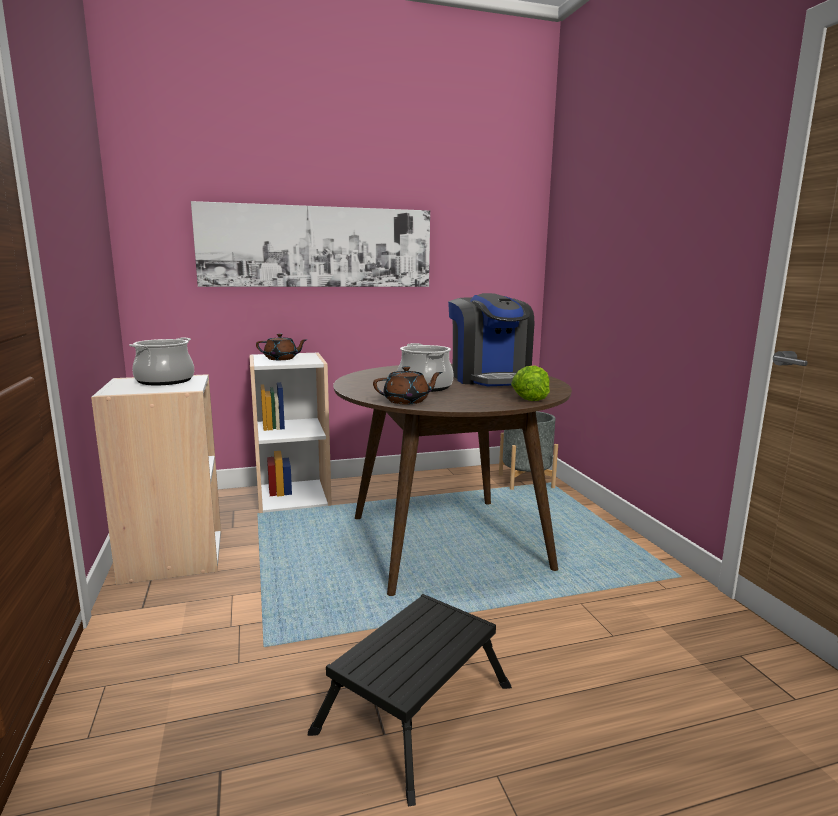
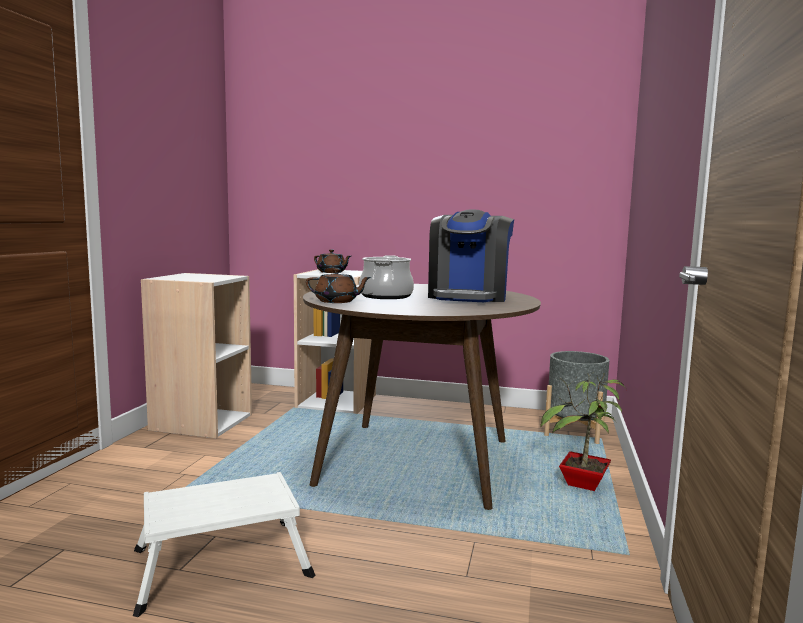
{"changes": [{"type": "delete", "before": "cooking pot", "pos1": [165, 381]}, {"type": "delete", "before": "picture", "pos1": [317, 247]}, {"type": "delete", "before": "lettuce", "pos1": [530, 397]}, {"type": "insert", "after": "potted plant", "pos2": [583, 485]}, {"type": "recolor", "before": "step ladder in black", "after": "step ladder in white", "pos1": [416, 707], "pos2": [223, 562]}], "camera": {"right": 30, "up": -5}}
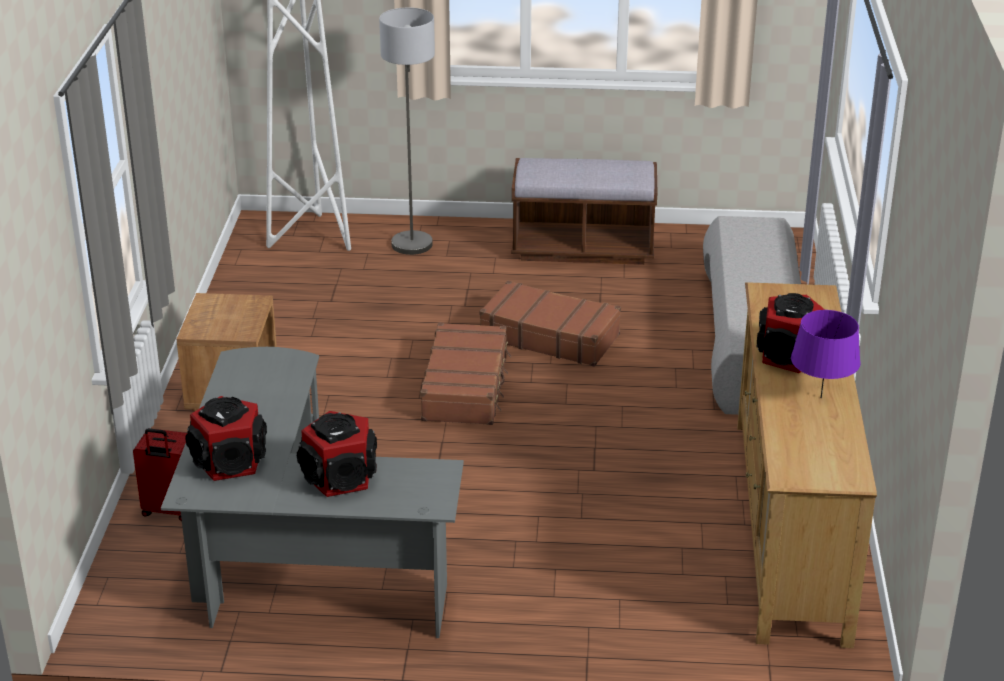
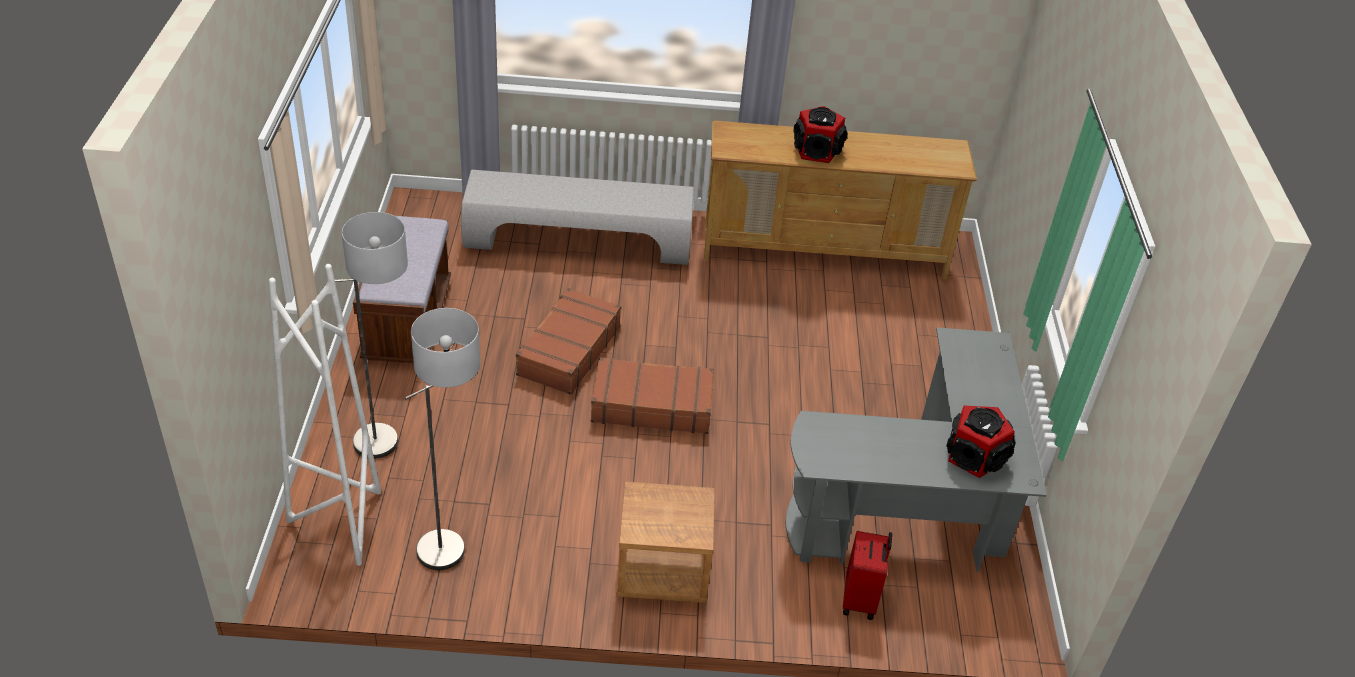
{"changes": [{"type": "delete", "before": "speaker", "pos1": [341, 477]}, {"type": "delete", "before": "table lamp in purple", "pos1": [821, 398]}, {"type": "insert", "after": "floor lamp in grey", "pos2": [453, 544]}], "camera": {"right": -95, "up": 10}}
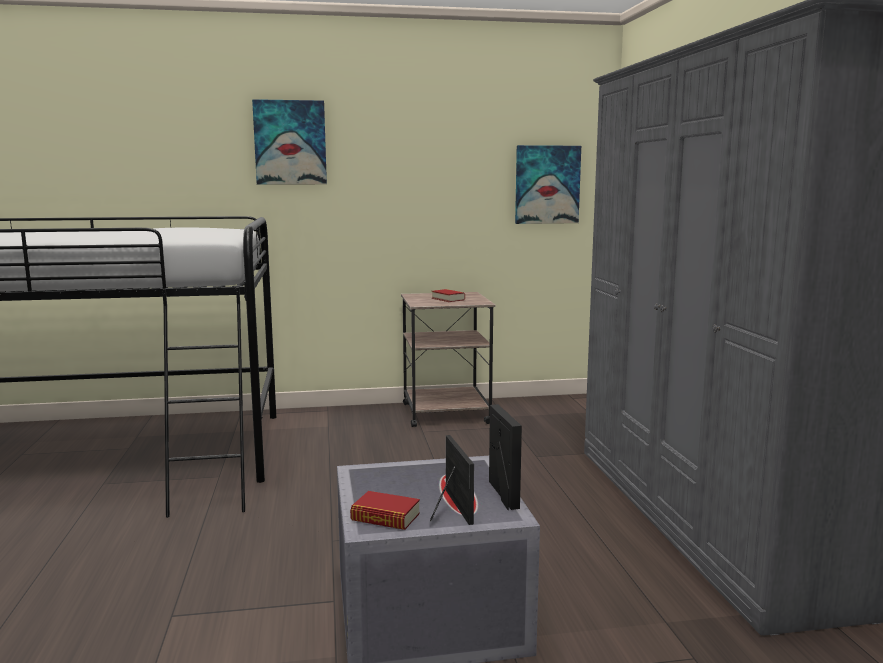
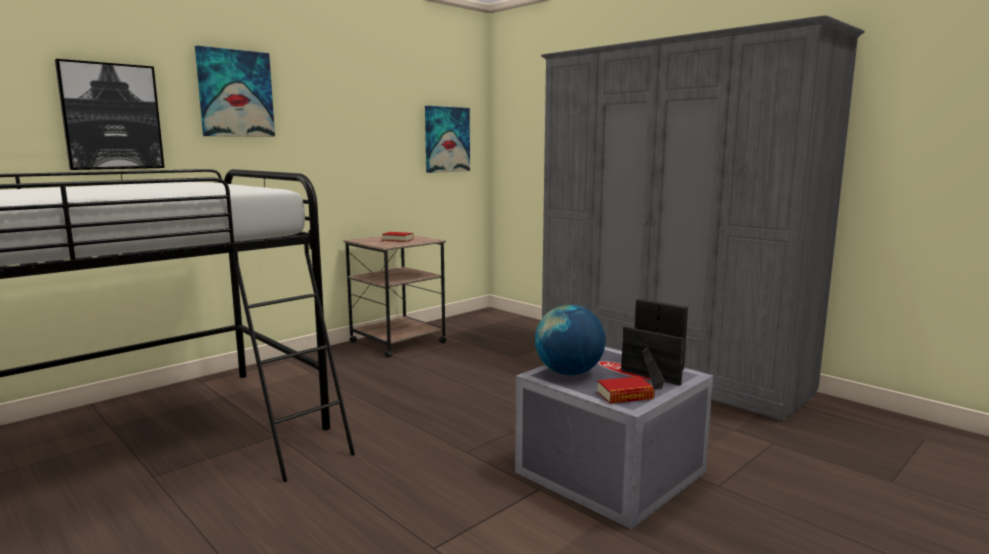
{"changes": [{"type": "insert", "after": "picture", "pos2": [111, 117]}, {"type": "insert", "after": "globe", "pos2": [568, 373]}], "camera": {"right": -35, "up": 0}}
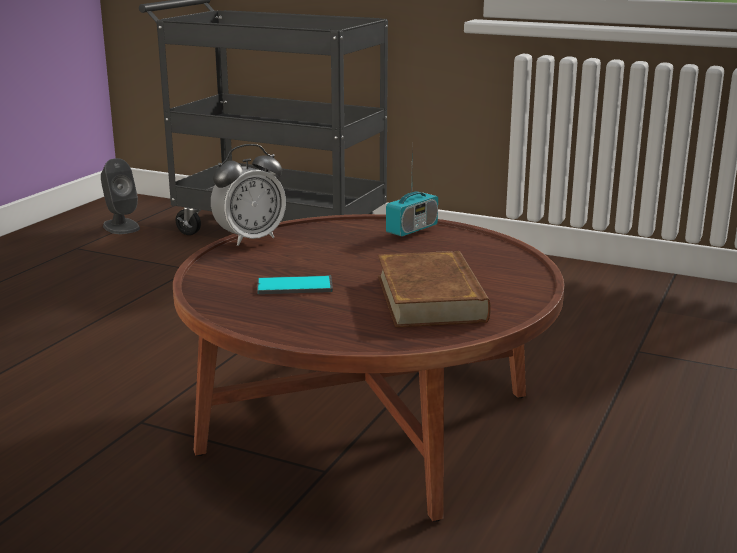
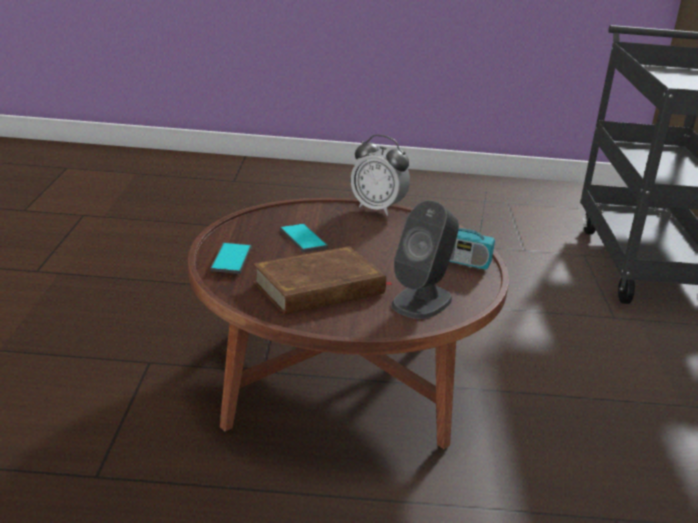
{"changes": [{"type": "insert", "after": "phone", "pos2": [231, 259]}, {"type": "move", "before": "speaker in grey", "pos1": [121, 226], "pos2": [422, 301]}], "camera": {"right": 65, "up": 5}}
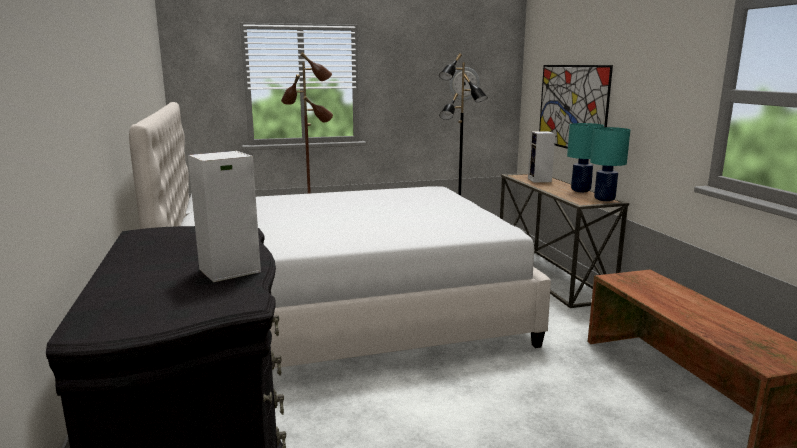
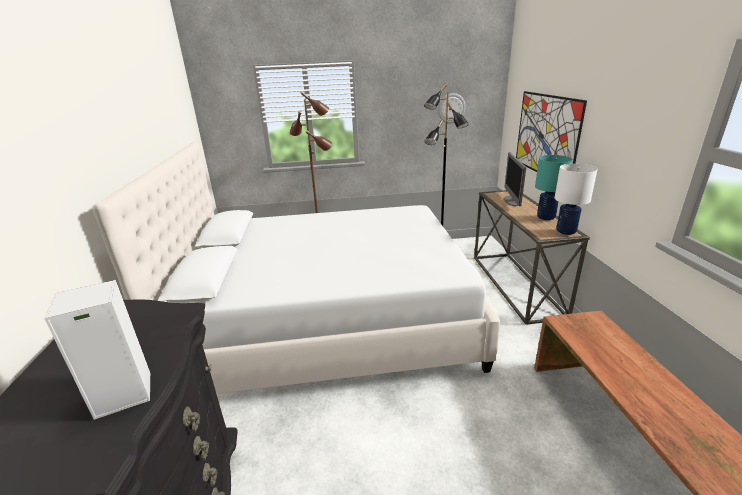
{"changes": [{"type": "replace", "before": "speaker", "after": "monitor", "pos1": [540, 180], "pos2": [512, 201]}, {"type": "recolor", "before": "table lamp in turquoise", "after": "table lamp in white", "pos1": [604, 200], "pos2": [565, 232]}], "camera": {"right": 10, "up": 10}}
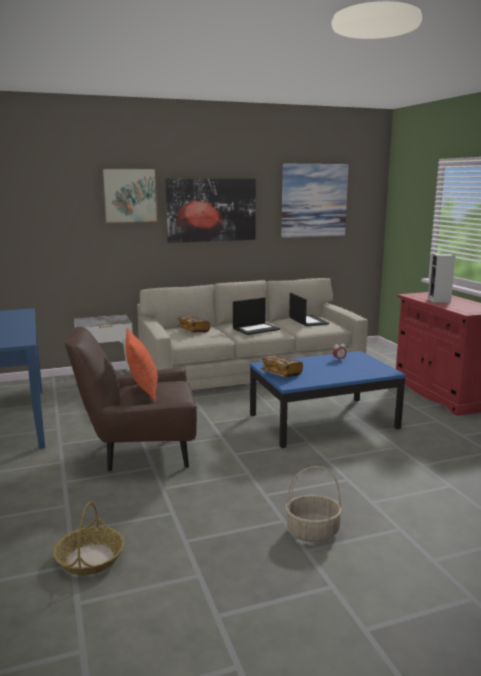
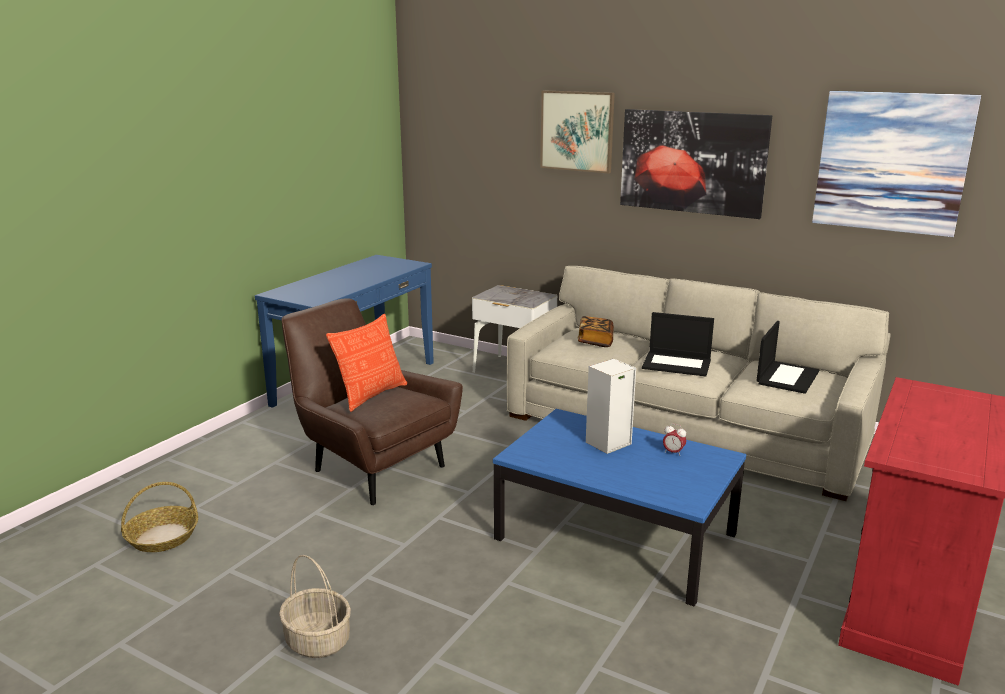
{"changes": [{"type": "delete", "before": "book", "pos1": [281, 374]}, {"type": "move", "before": "speaker", "pos1": [439, 300], "pos2": [607, 444]}], "camera": {"right": 50, "up": 5}}
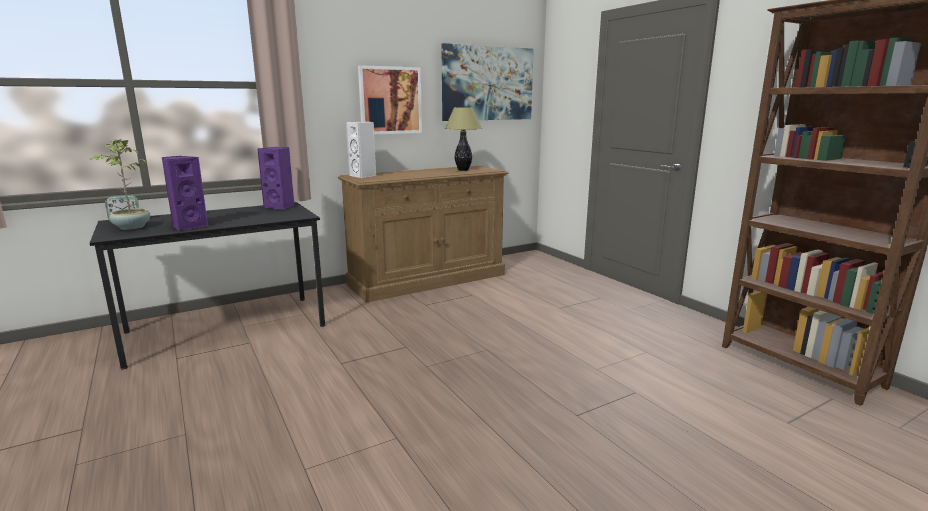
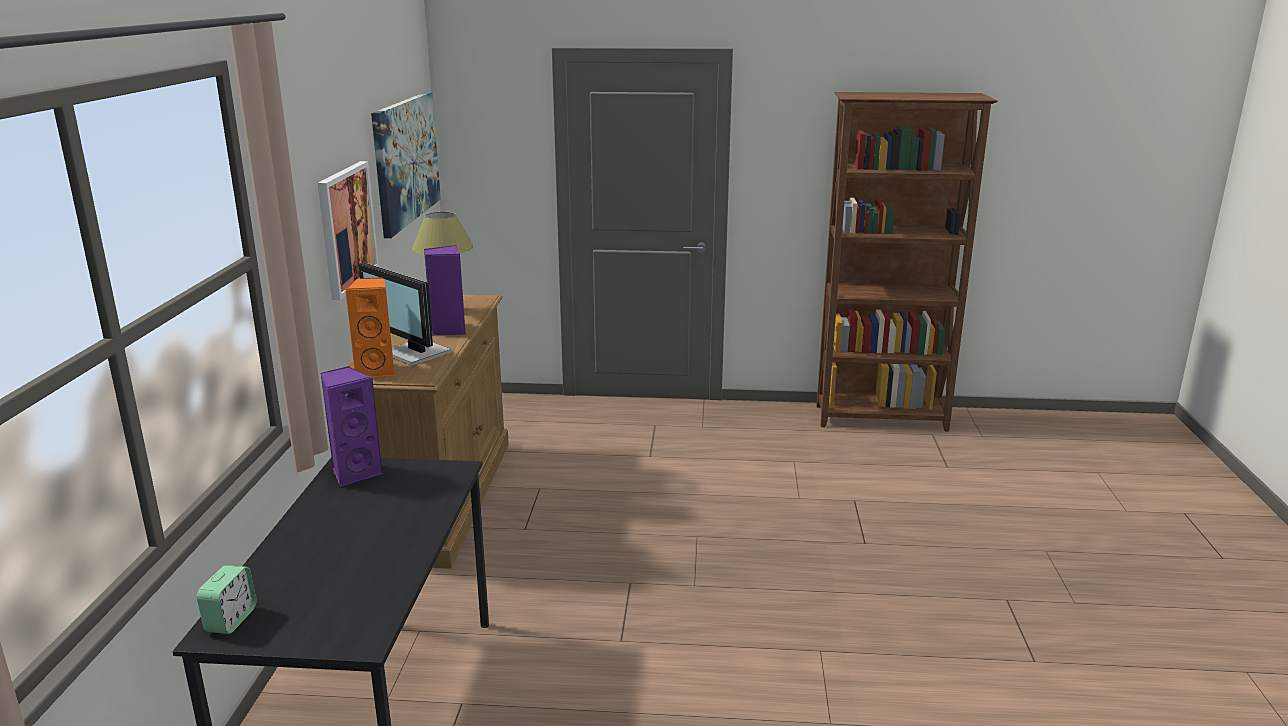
{"changes": [{"type": "delete", "before": "potted plant", "pos1": [131, 227]}, {"type": "insert", "after": "monitor", "pos2": [415, 354]}, {"type": "move", "before": "speaker in purple", "pos1": [188, 226], "pos2": [448, 330]}, {"type": "recolor", "before": "speaker in white", "after": "speaker in orange", "pos1": [363, 176], "pos2": [377, 371]}], "camera": {"right": -55, "up": 5}}
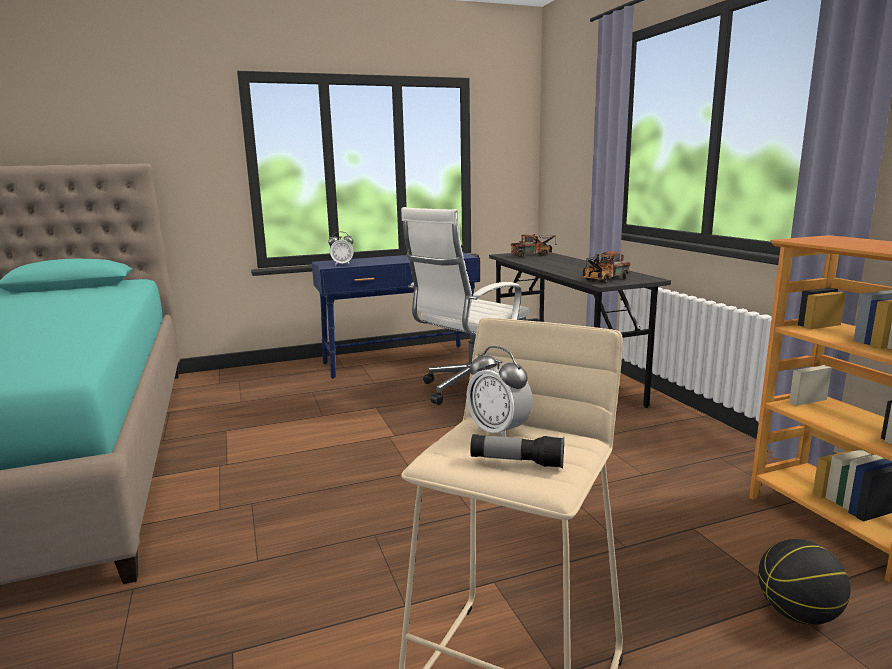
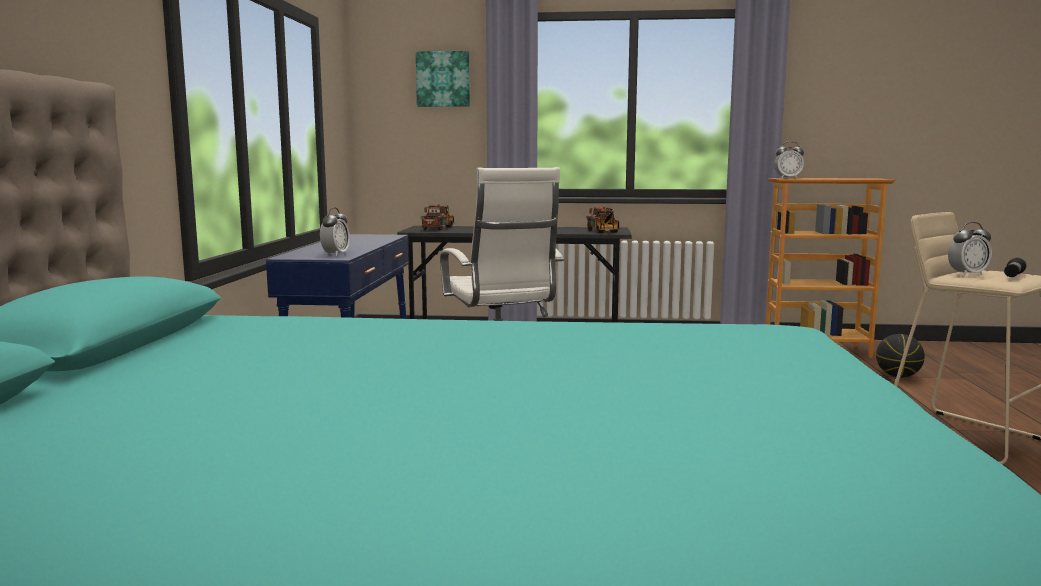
{"changes": [{"type": "insert", "after": "picture", "pos2": [443, 79]}, {"type": "insert", "after": "alarm clock", "pos2": [788, 178]}], "camera": {"right": -65, "up": -5}}
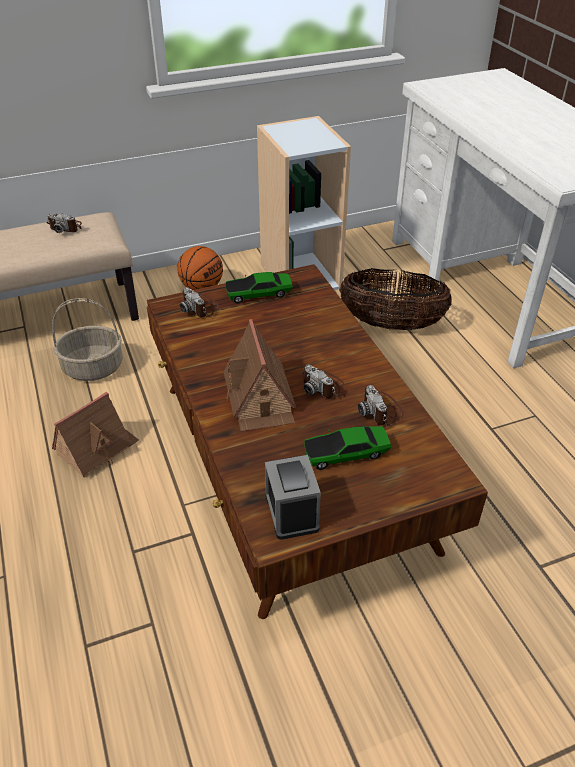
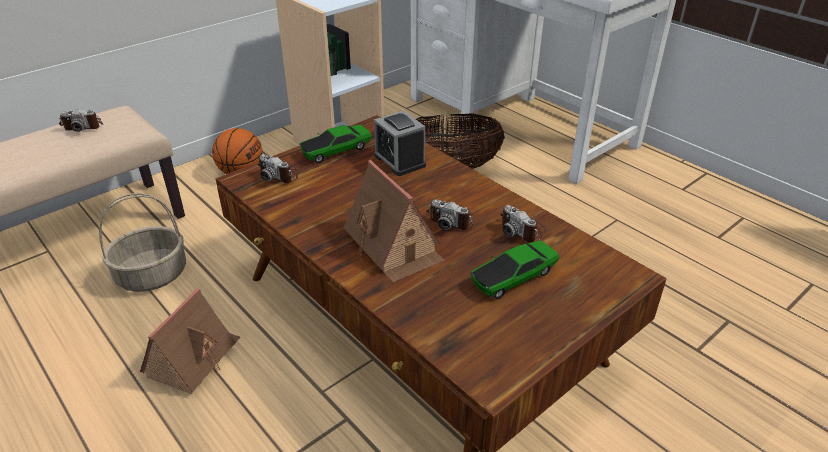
{"changes": [{"type": "move", "before": "alarm clock", "pos1": [291, 512], "pos2": [399, 160]}], "camera": {"right": -20, "up": -5}}
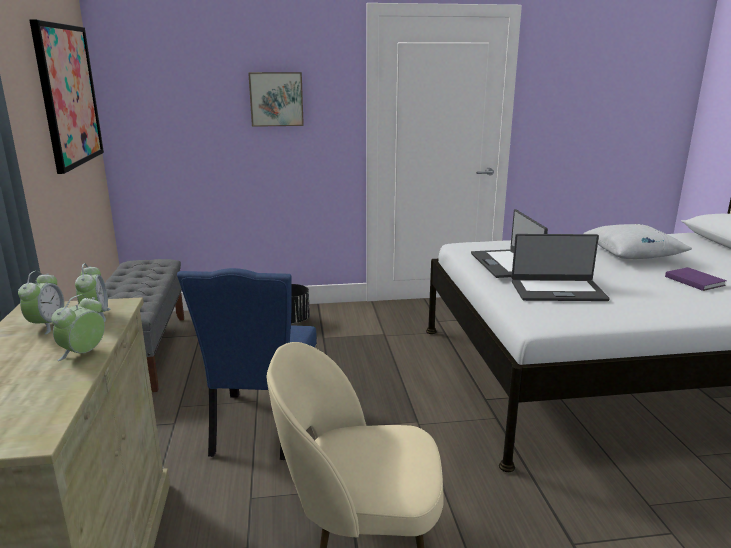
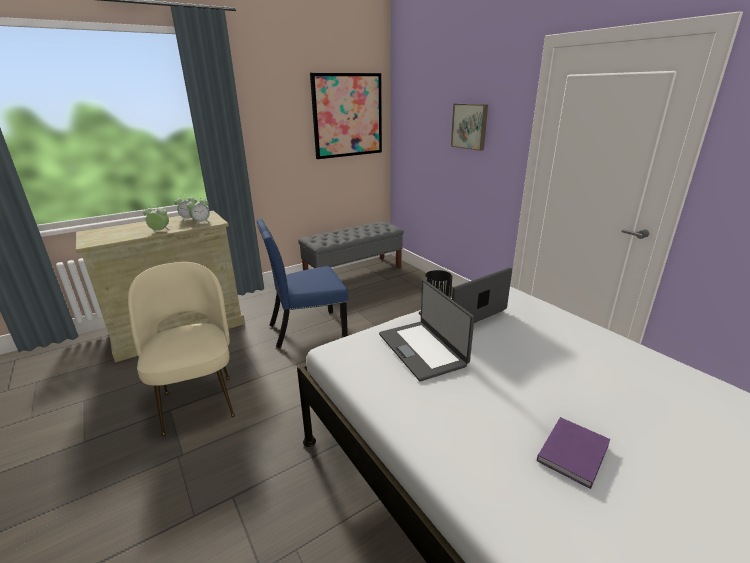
{"changes": [{"type": "delete", "before": "pillow in grey", "pos1": [632, 254]}], "camera": {"right": 65, "up": 5}}
